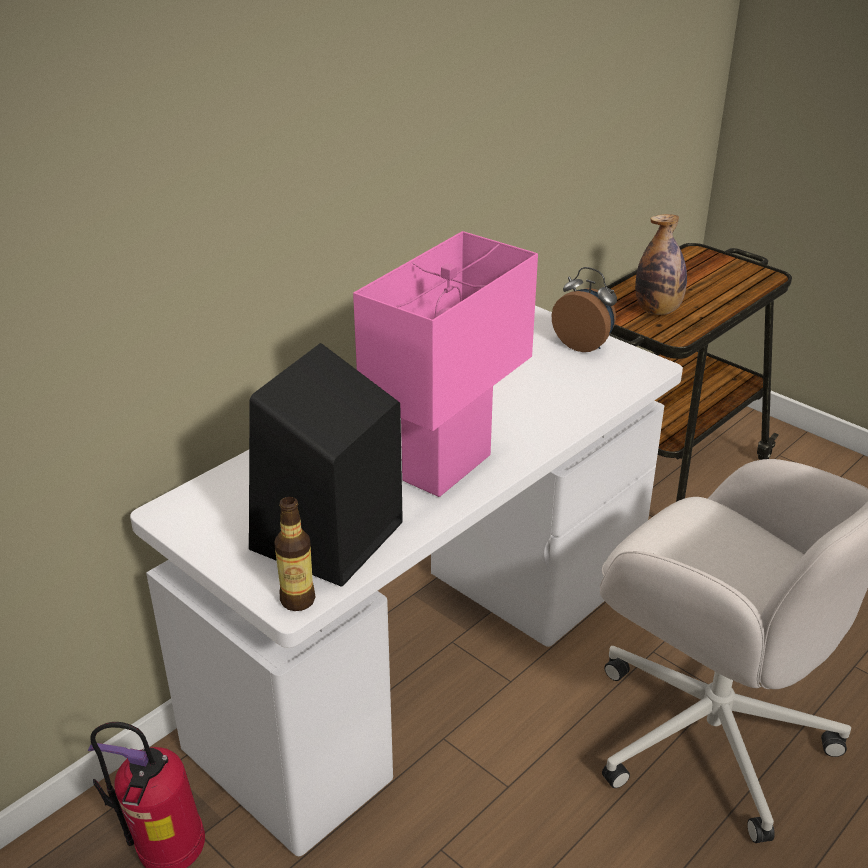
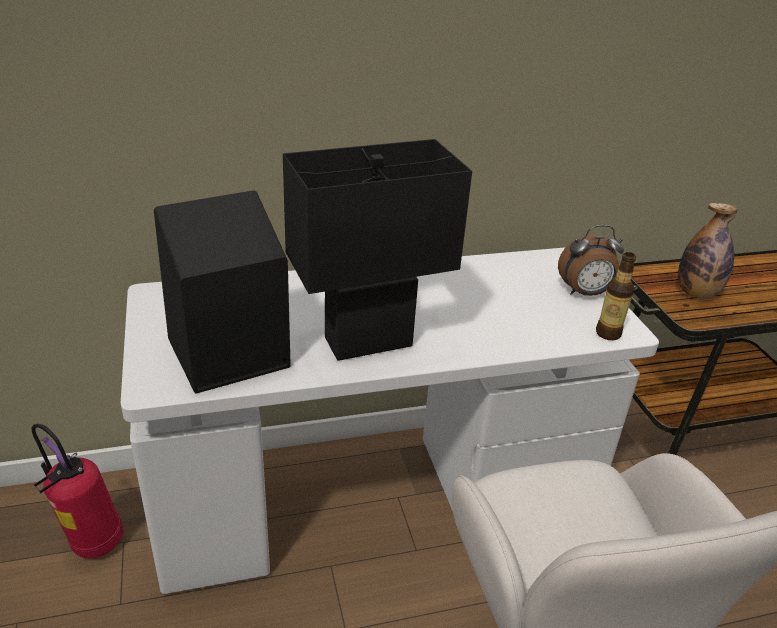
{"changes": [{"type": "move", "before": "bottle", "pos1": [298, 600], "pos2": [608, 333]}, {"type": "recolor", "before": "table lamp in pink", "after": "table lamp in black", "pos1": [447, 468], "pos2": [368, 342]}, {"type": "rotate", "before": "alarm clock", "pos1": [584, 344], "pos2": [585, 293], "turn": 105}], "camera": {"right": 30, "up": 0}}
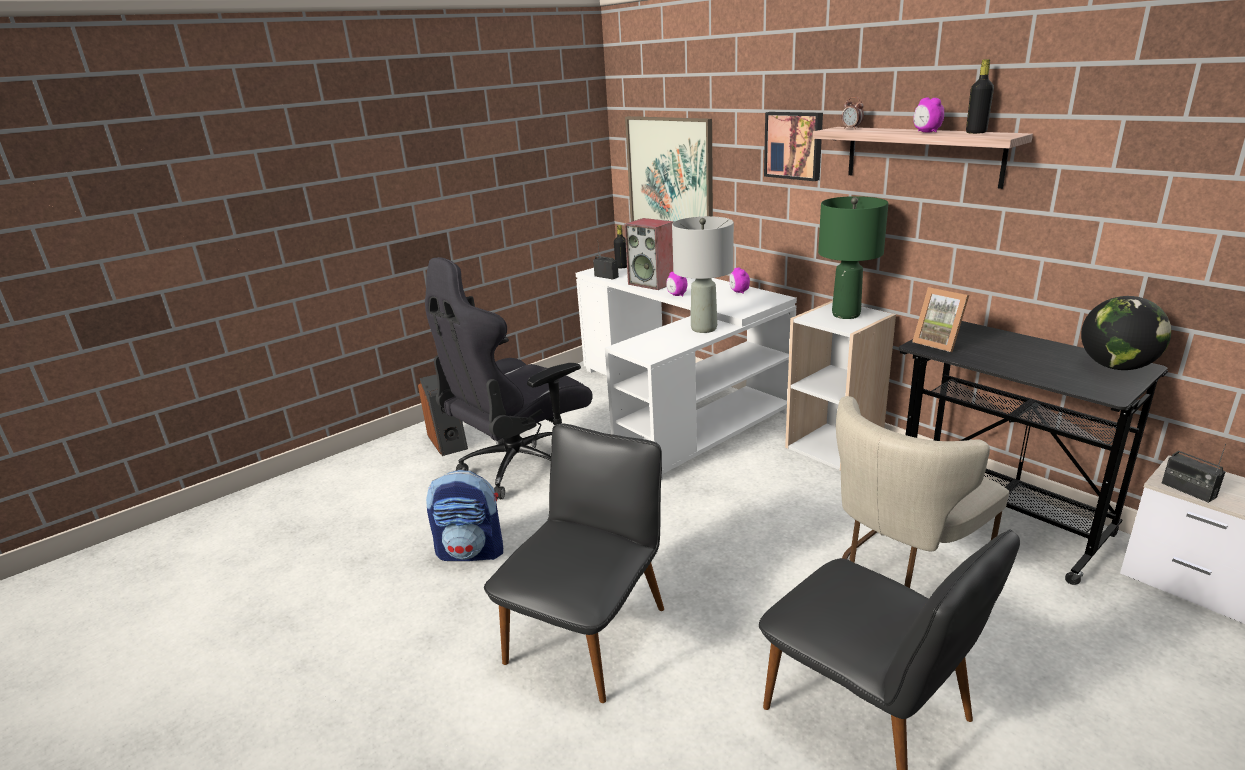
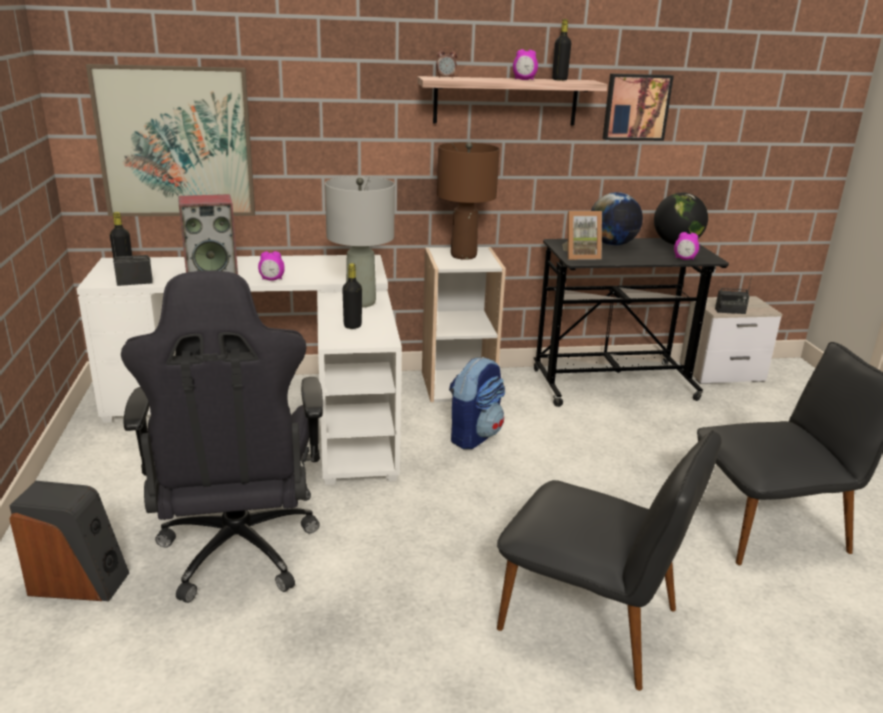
{"changes": [{"type": "delete", "before": "chair in beige", "pos1": [901, 575]}, {"type": "insert", "after": "bottle in black", "pos2": [352, 326]}, {"type": "insert", "after": "globe", "pos2": [612, 244]}, {"type": "move", "before": "backpack", "pos1": [472, 552], "pos2": [474, 435]}, {"type": "move", "before": "alarm clock", "pos1": [739, 292], "pos2": [684, 259]}, {"type": "move", "before": "picture", "pos1": [794, 145], "pos2": [636, 107]}, {"type": "recolor", "before": "table lamp in green", "after": "table lamp in brown", "pos1": [846, 315], "pos2": [464, 256]}, {"type": "rotate", "before": "chair in black", "pos1": [586, 634], "pos2": [588, 619], "turn": 150}], "camera": {"right": -60, "up": 0}}
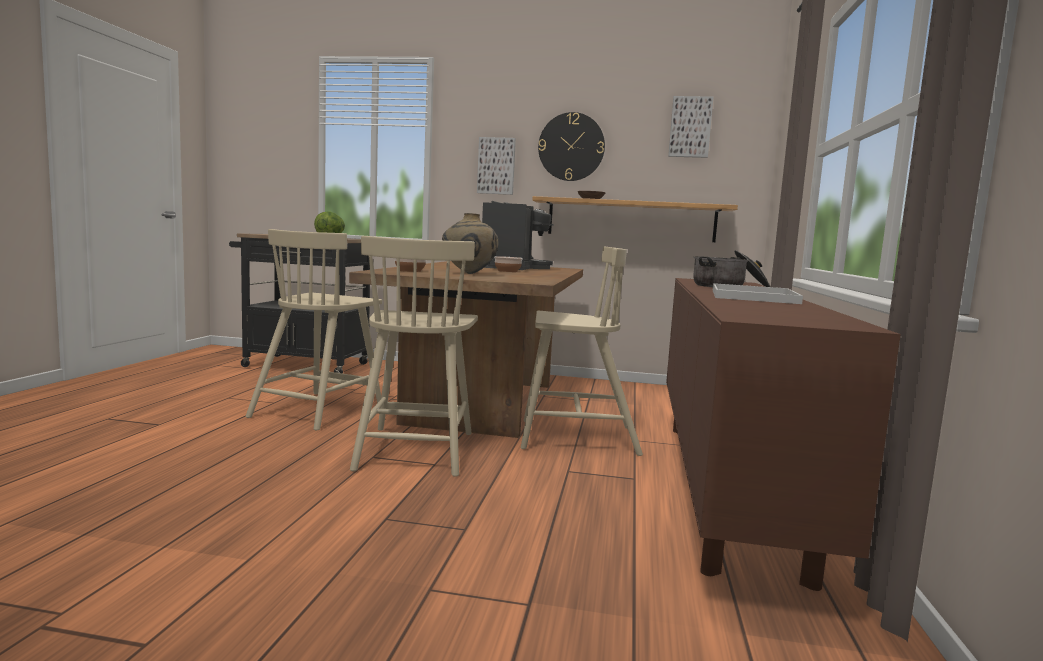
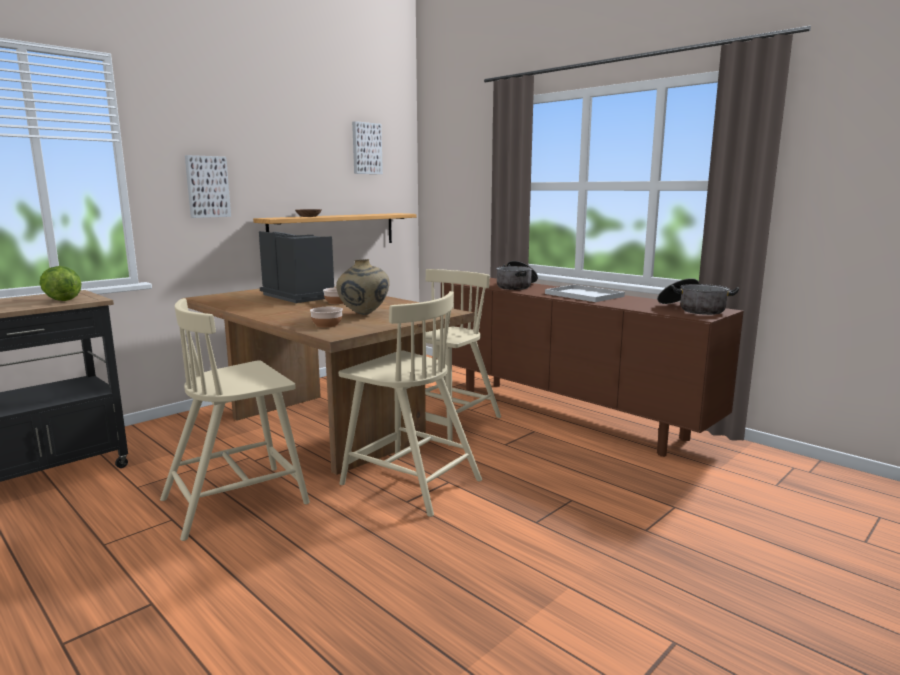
{"changes": [{"type": "delete", "before": "wall clock", "pos1": [571, 147]}, {"type": "insert", "after": "cooking pot", "pos2": [693, 309]}, {"type": "rotate", "before": "chair in beige", "pos1": [318, 409], "pos2": [237, 500], "turn": 90}], "camera": {"right": -55, "up": 5}}
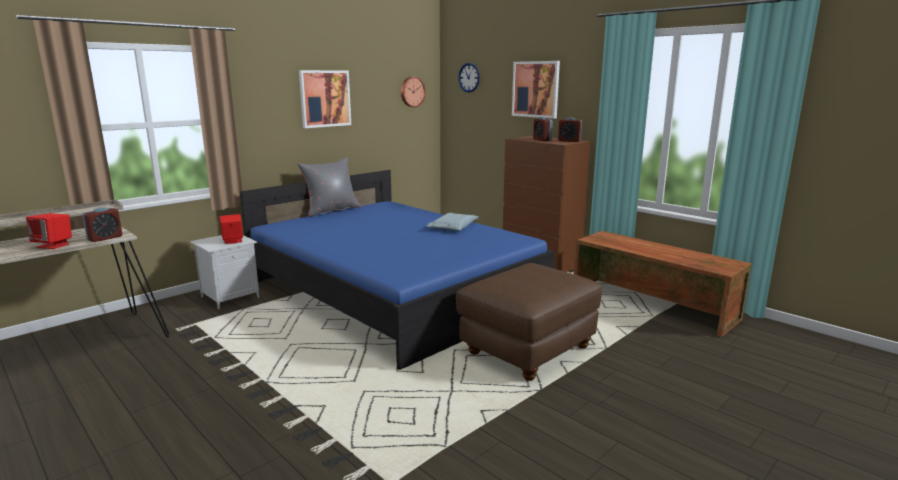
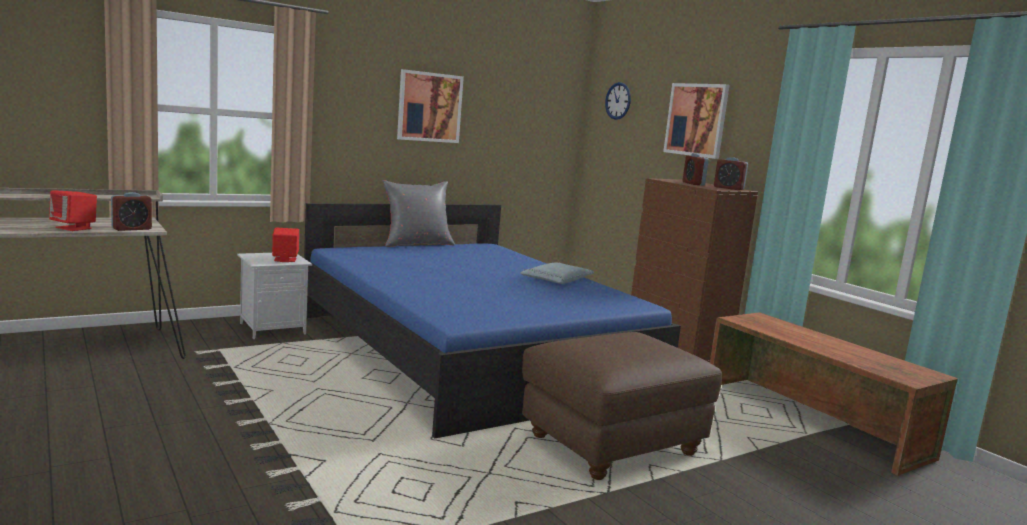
{"changes": [{"type": "delete", "before": "wall clock", "pos1": [412, 92]}], "camera": {"right": 10, "up": -5}}
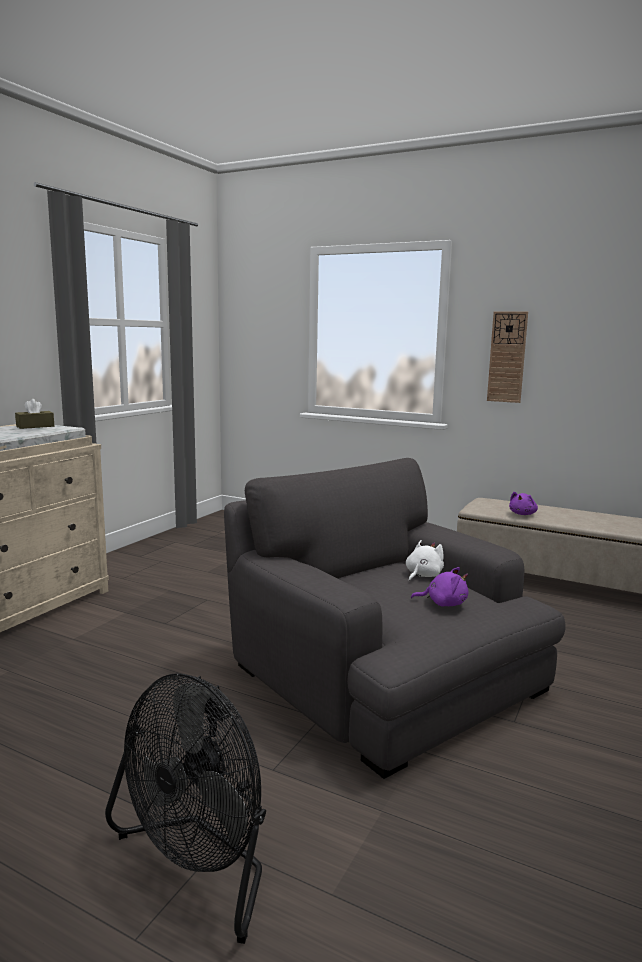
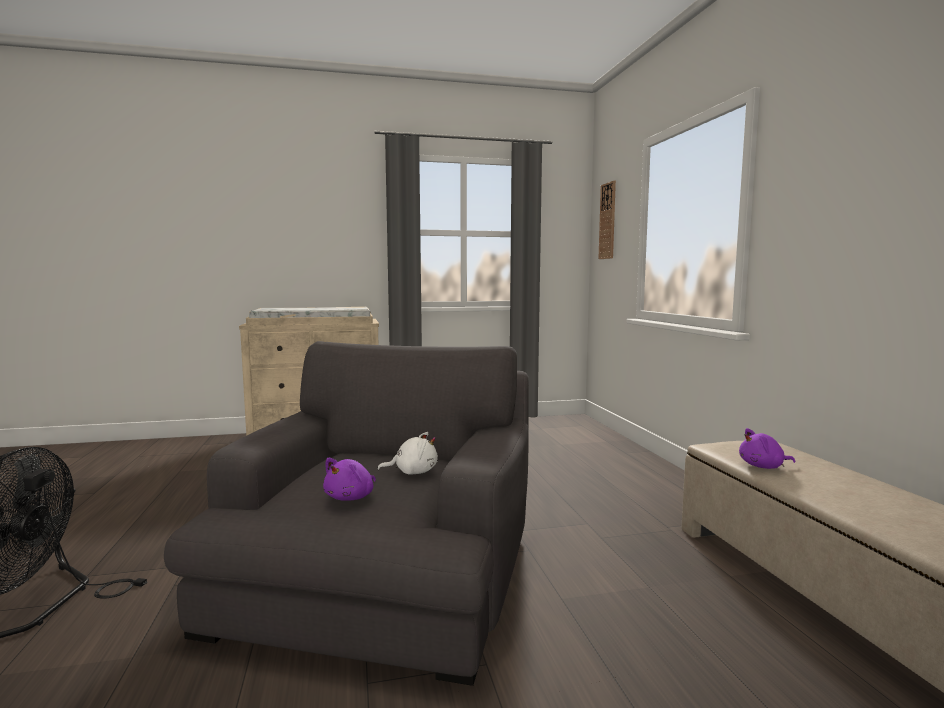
{"changes": [{"type": "delete", "before": "tissue box in brown", "pos1": [35, 426]}, {"type": "move", "before": "wall clock", "pos1": [507, 357], "pos2": [607, 221]}, {"type": "rotate", "before": "plush toy in purple", "pos1": [443, 603], "pos2": [351, 497], "turn": 60}], "camera": {"right": 50, "up": -5}}
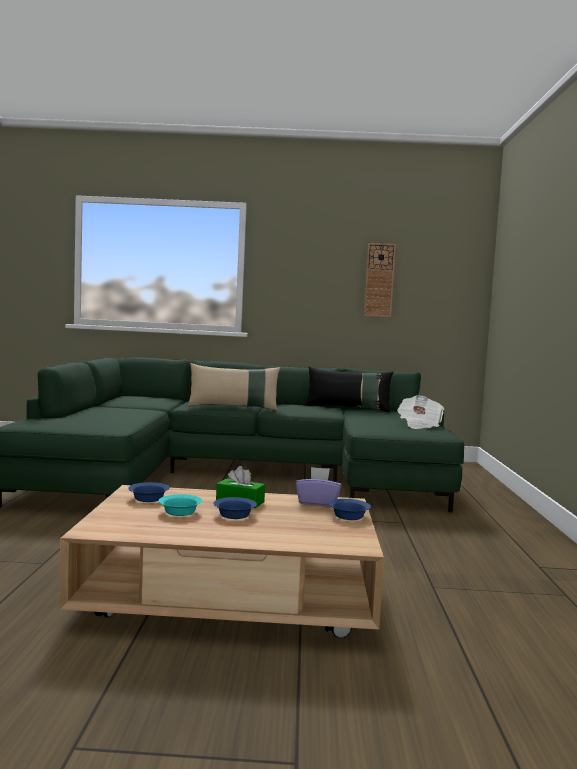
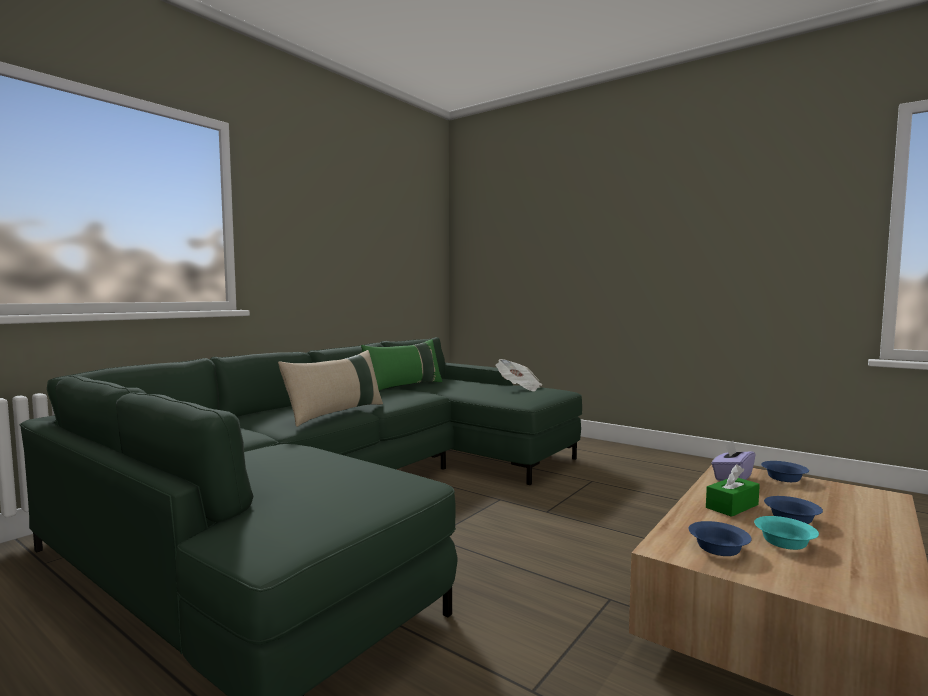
{"changes": [{"type": "delete", "before": "wall clock", "pos1": [379, 280]}, {"type": "recolor", "before": "pillow in black", "after": "pillow in green", "pos1": [348, 408], "pos2": [404, 386]}], "camera": {"right": -55, "up": 0}}
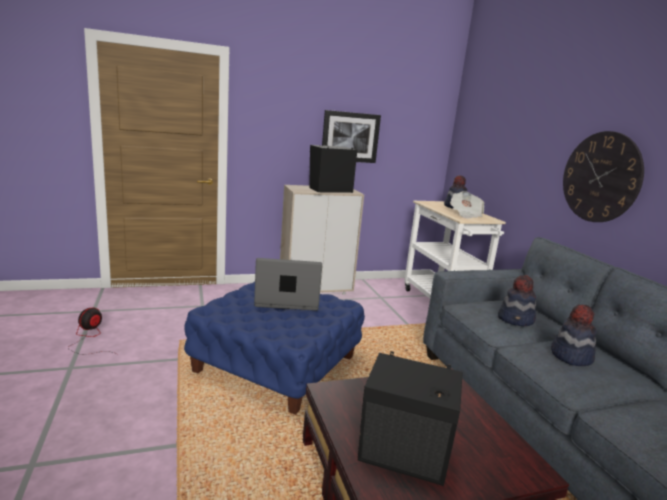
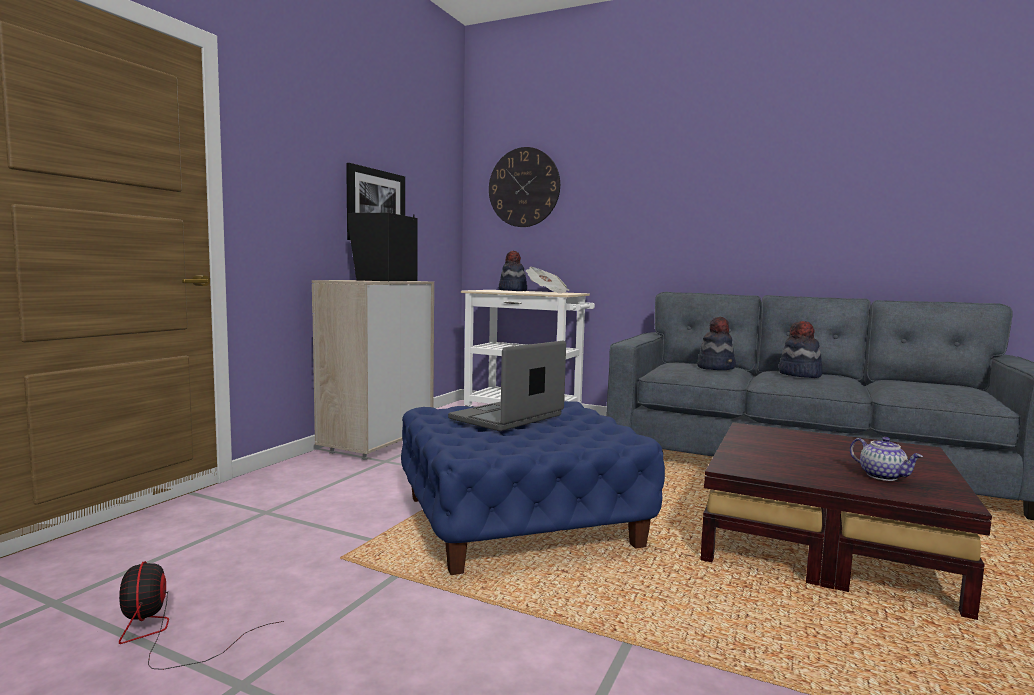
{"changes": [{"type": "move", "before": "wall clock", "pos1": [600, 177], "pos2": [524, 187]}, {"type": "replace", "before": "speaker in black", "after": "teapot", "pos1": [404, 459], "pos2": [883, 476]}], "camera": {"right": -45, "up": -10}}
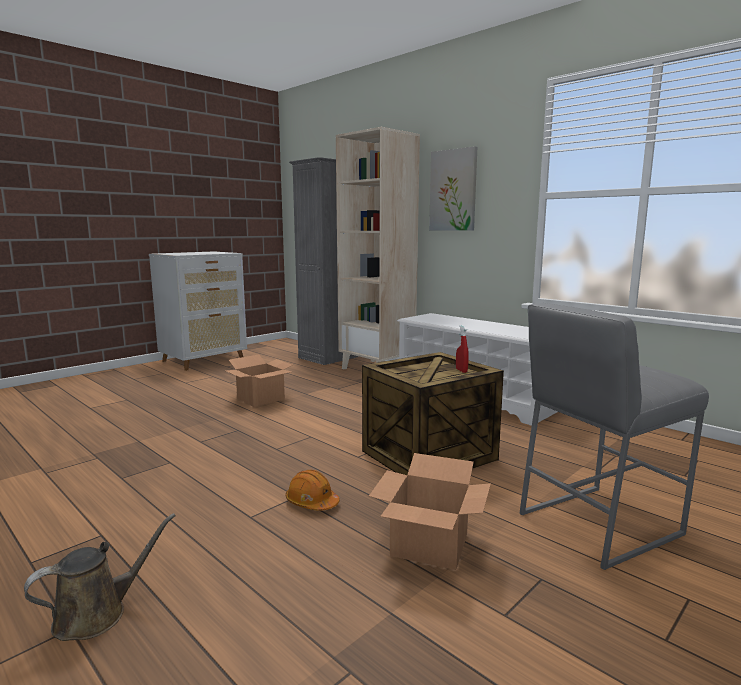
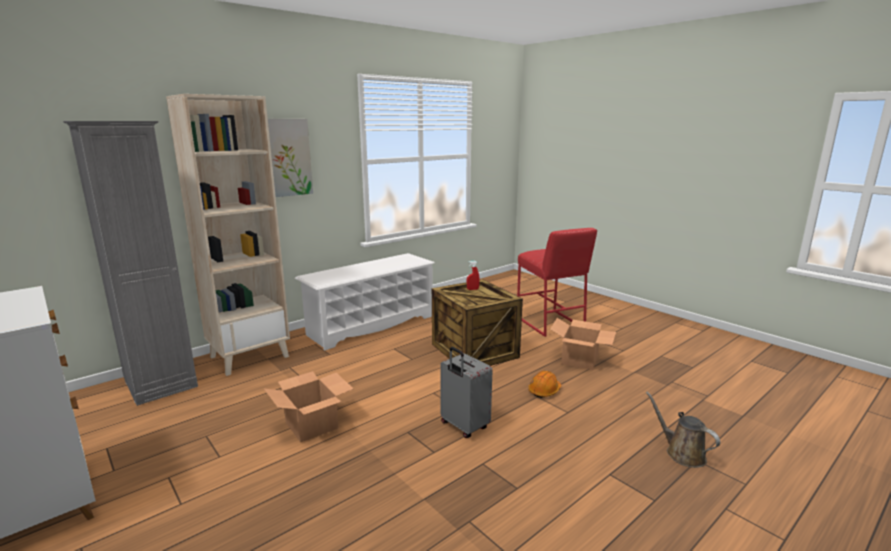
{"changes": [{"type": "insert", "after": "suitcase in grey", "pos2": [463, 426]}, {"type": "recolor", "before": "stool in grey", "after": "stool in red", "pos1": [597, 524], "pos2": [550, 323]}], "camera": {"right": -85, "up": 5}}
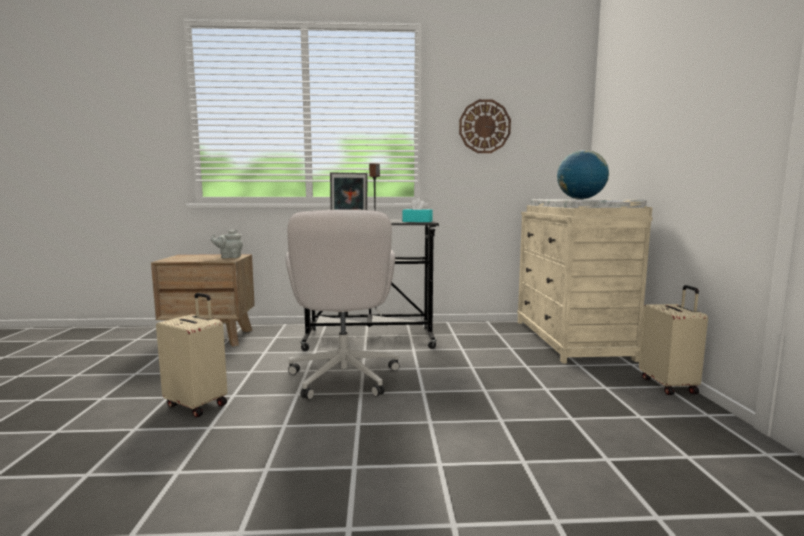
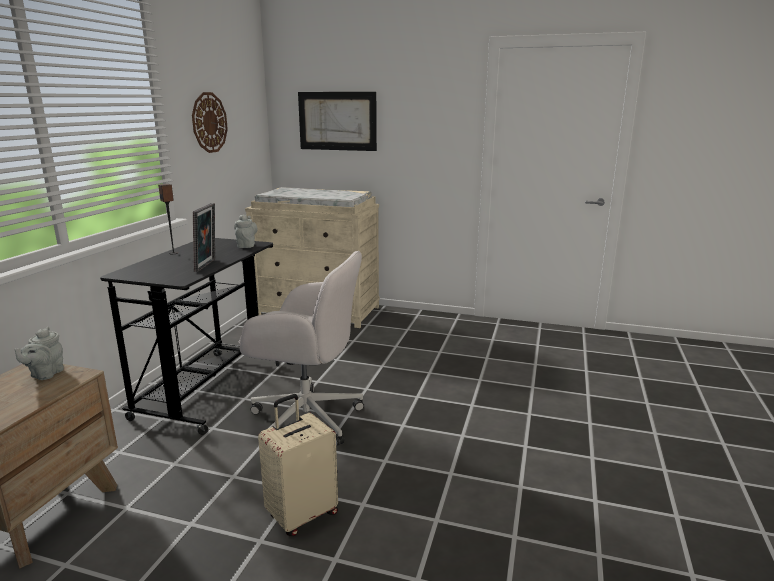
{"changes": [{"type": "delete", "before": "globe", "pos1": [580, 199]}, {"type": "delete", "before": "suitcase in beige", "pos1": [669, 385]}, {"type": "insert", "after": "picture", "pos2": [337, 121]}, {"type": "replace", "before": "tissue box in turquoise", "after": "teapot in grey", "pos1": [417, 221], "pos2": [246, 245]}], "camera": {"right": -70, "up": 10}}
